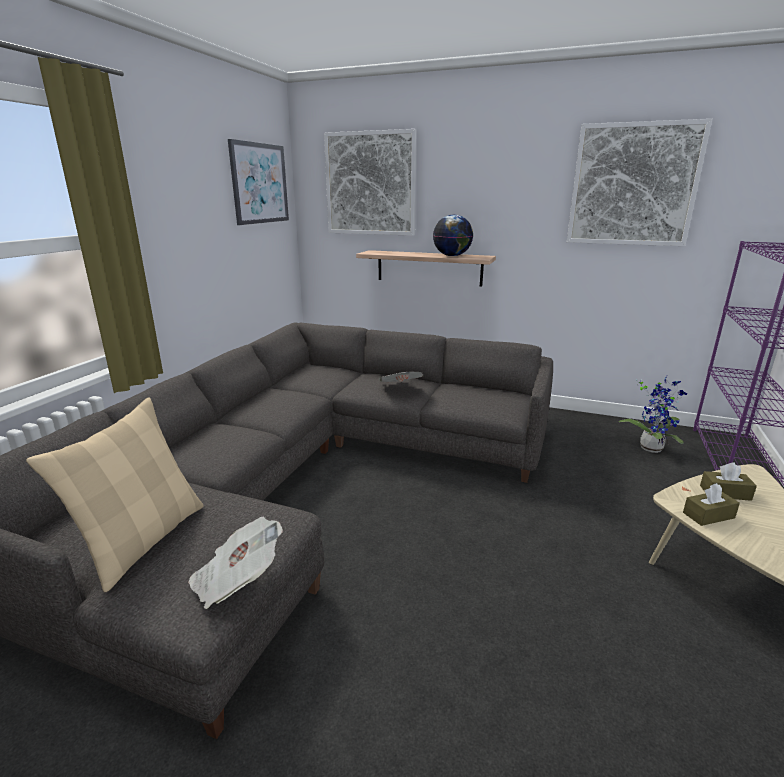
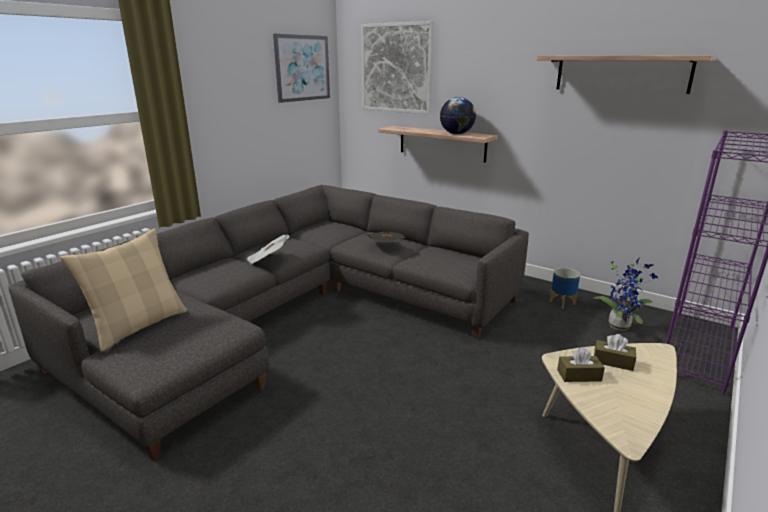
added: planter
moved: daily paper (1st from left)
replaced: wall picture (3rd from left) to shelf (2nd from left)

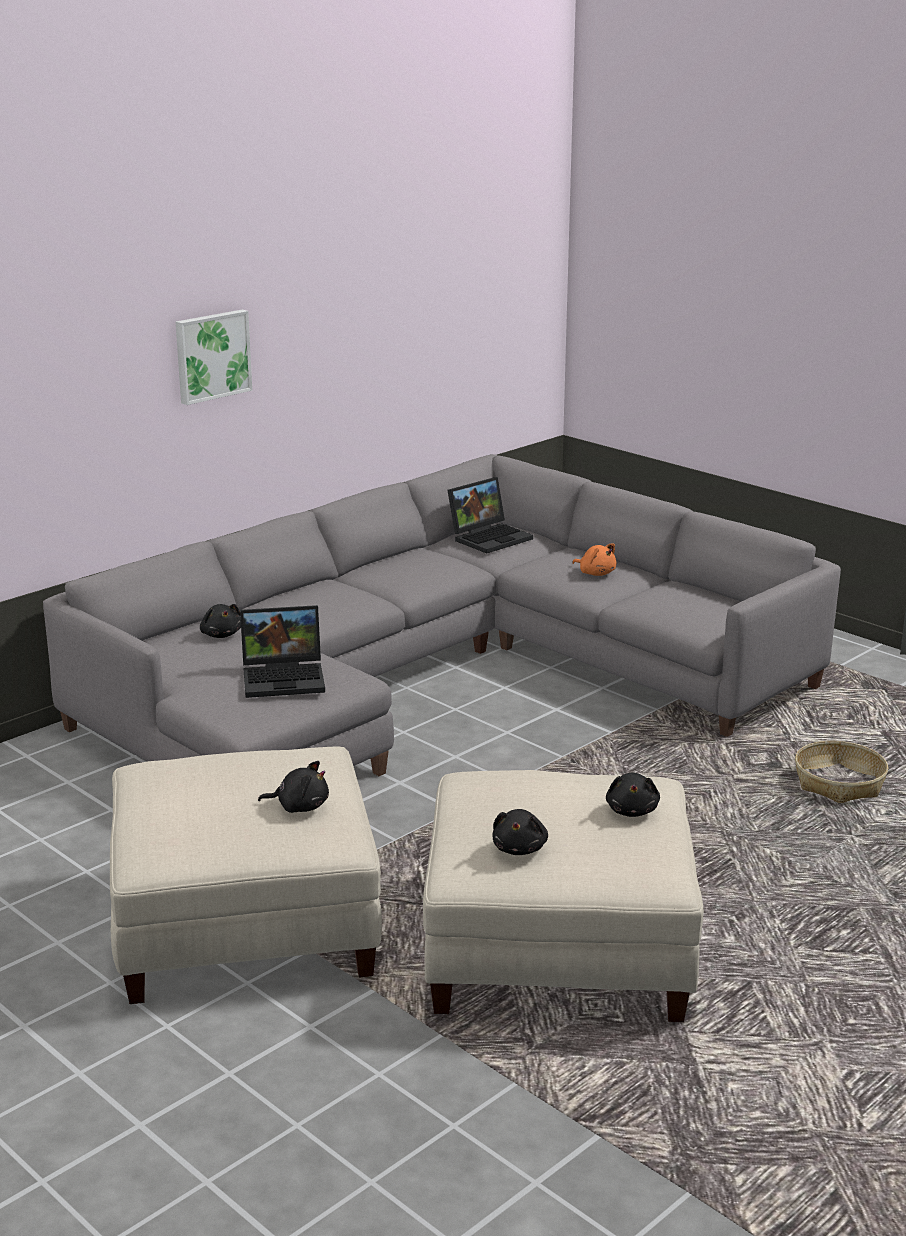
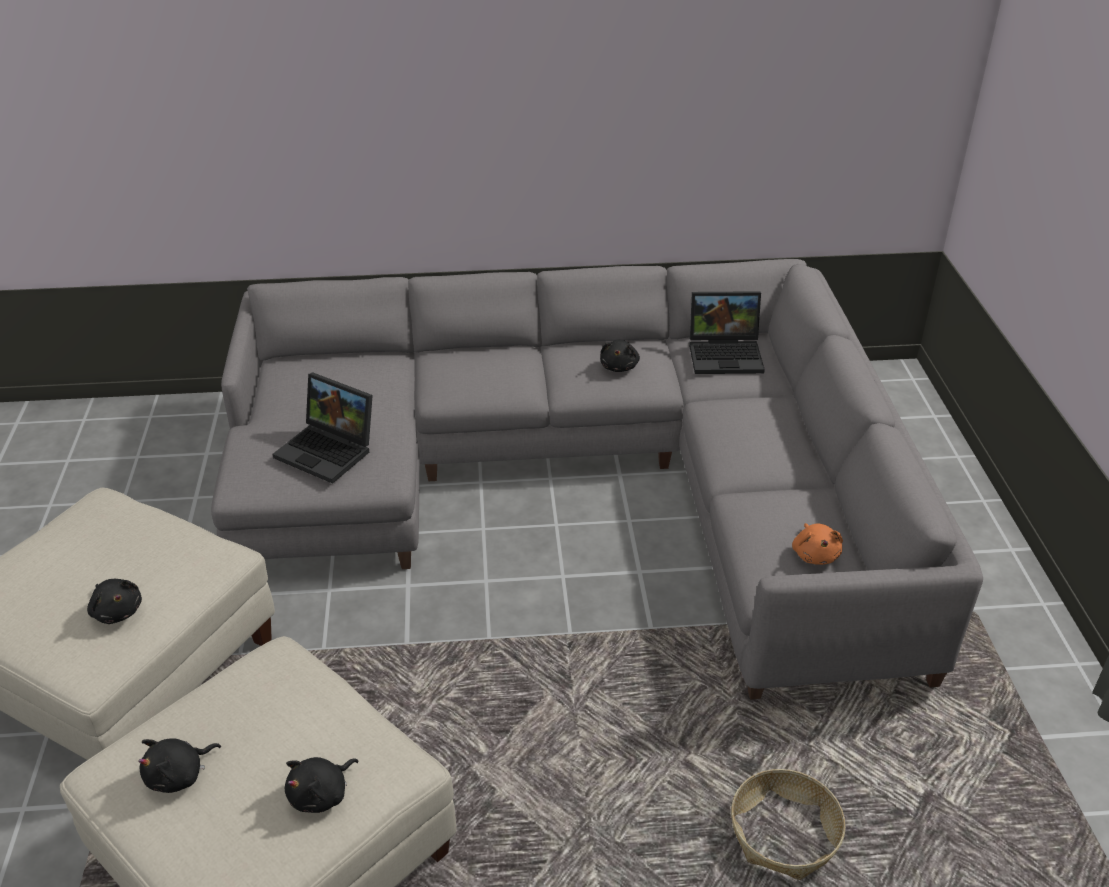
removed: wall picture
moved: soft toy/blackish (1st from left in the first image) to soft toy/blackish (4th from left); soft toy/orange

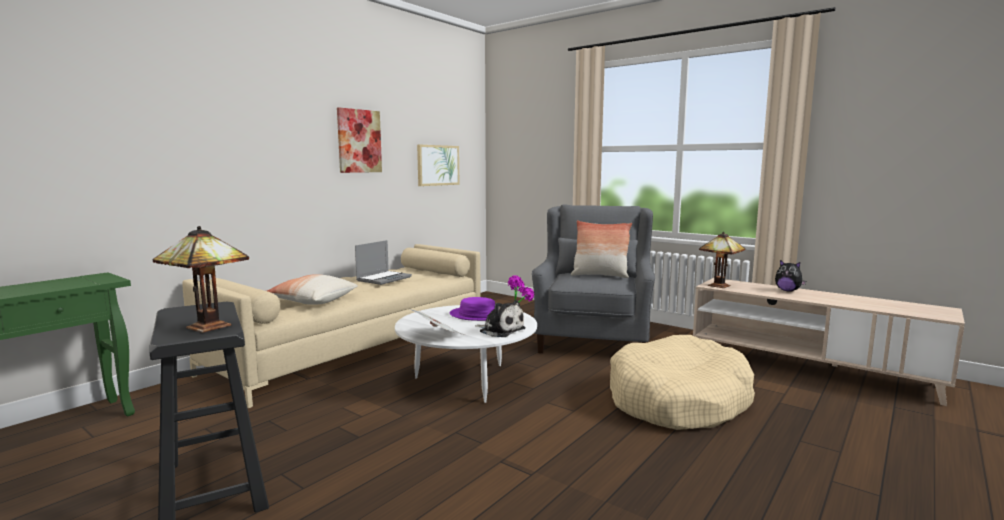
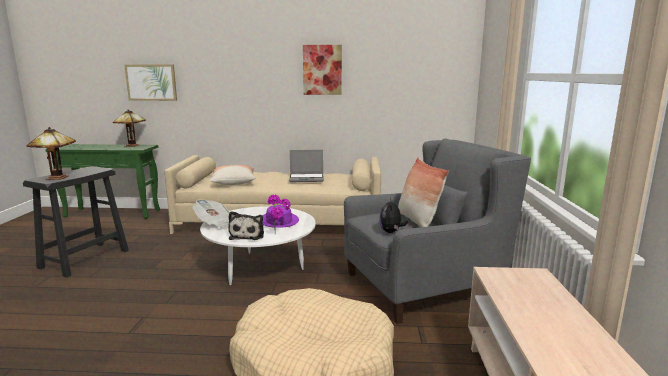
moved: wall picture (2nd from left in the first image) to wall picture (1st from left); lamp for a table (2nd from left); soft toy (2nd from left)

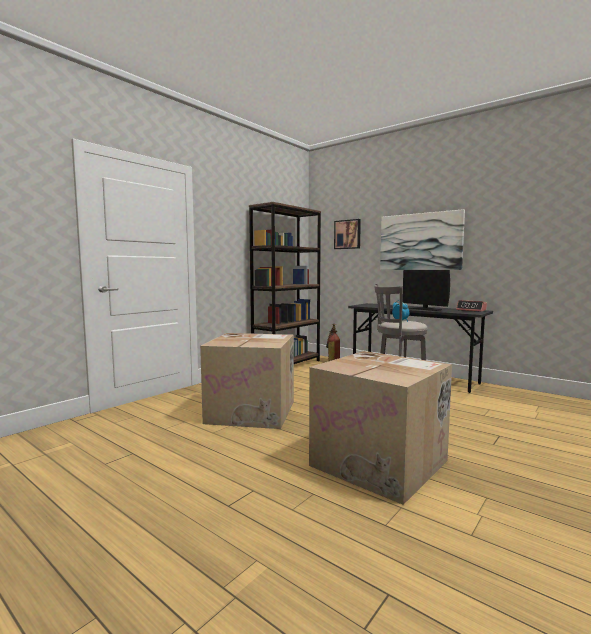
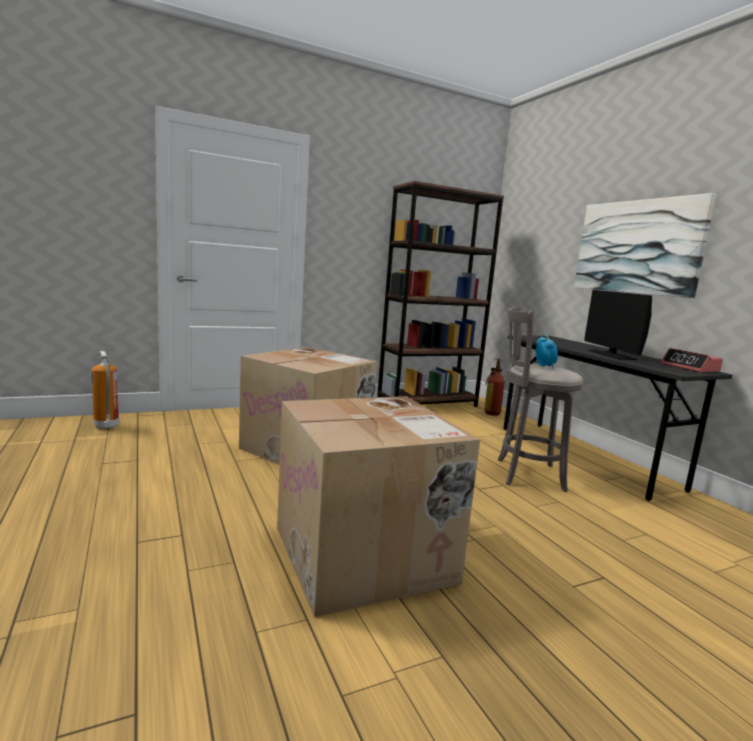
removed: wall picture (1st from left)
added: fire extinguisher (1st from left)

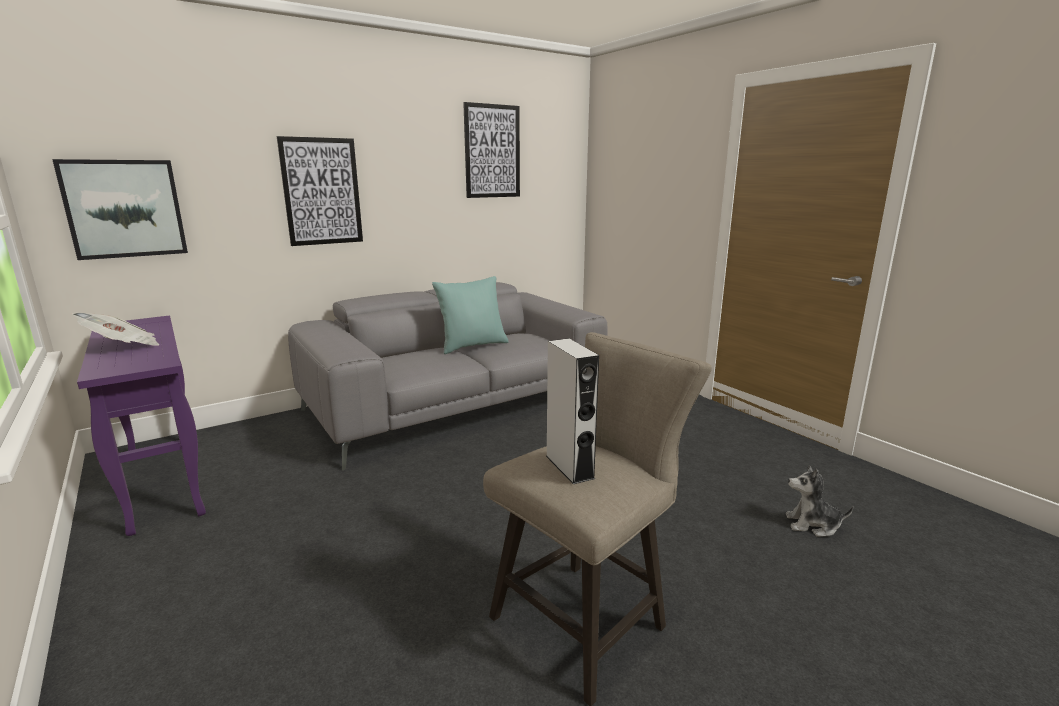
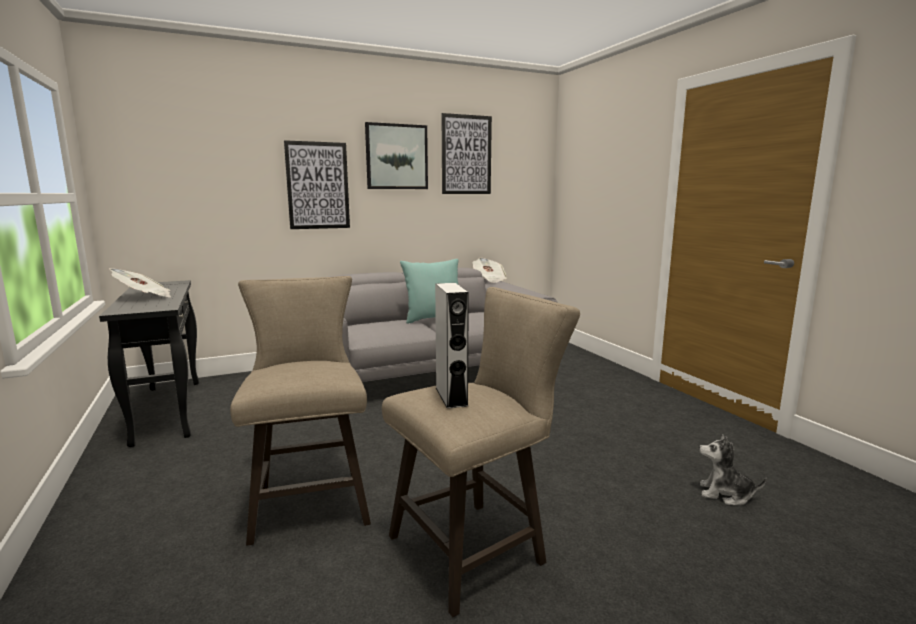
added: sitting stool/sand-coloured (1st from left); daily paper (2nd from left)
moved: wall picture (1st from left in the first image) to wall picture (2nd from left)
recoloured: narrow table/purplish to narrow table/blackish

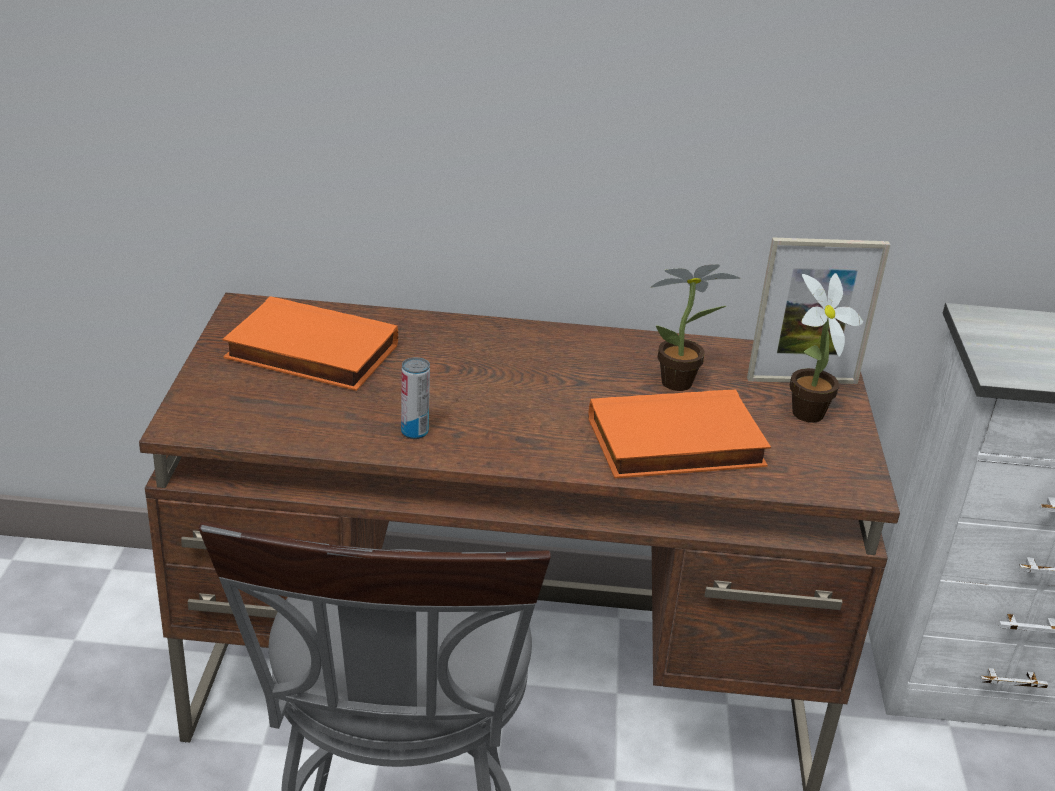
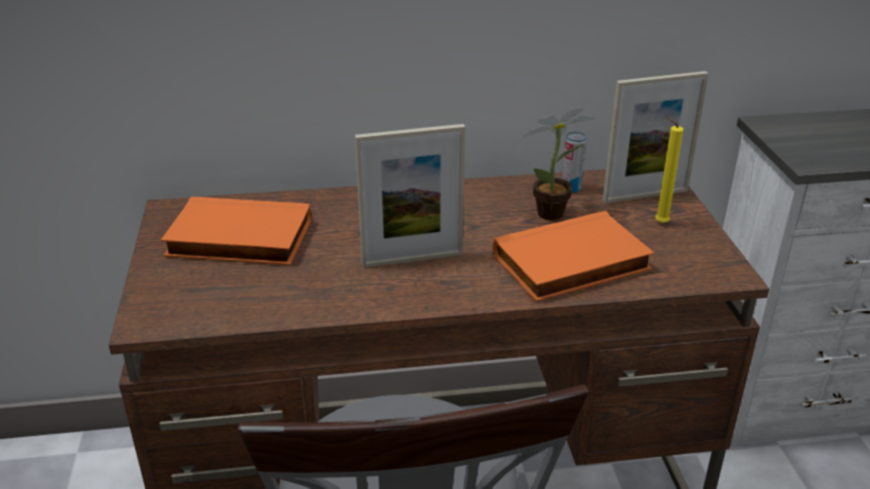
added: photo frame (1st from left)
moved: can
replaced: potted plant (2nd from left) to candle/yellow-coloured

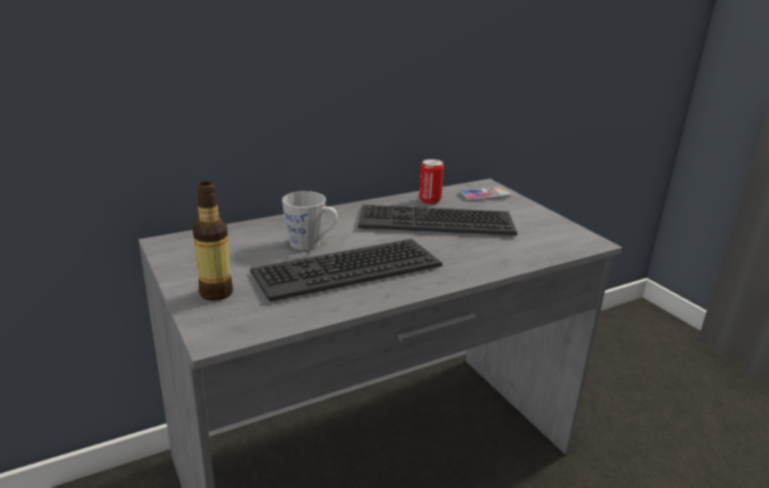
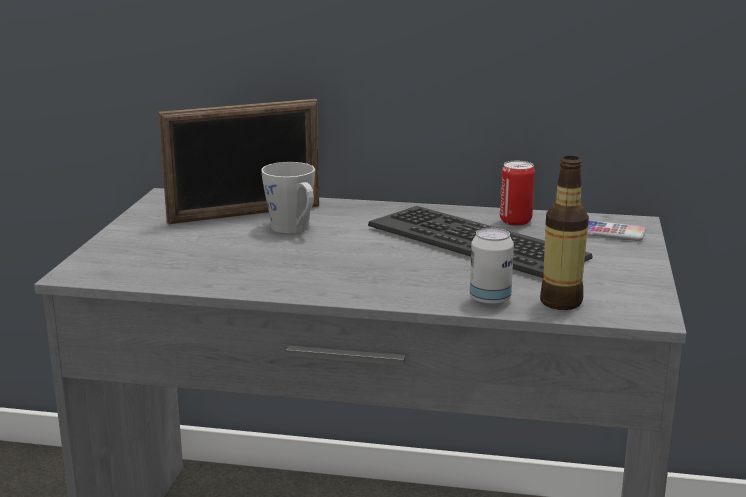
removed: computer keyboard (1st from left)
added: photo frame; can (1st from left)
moved: bottle

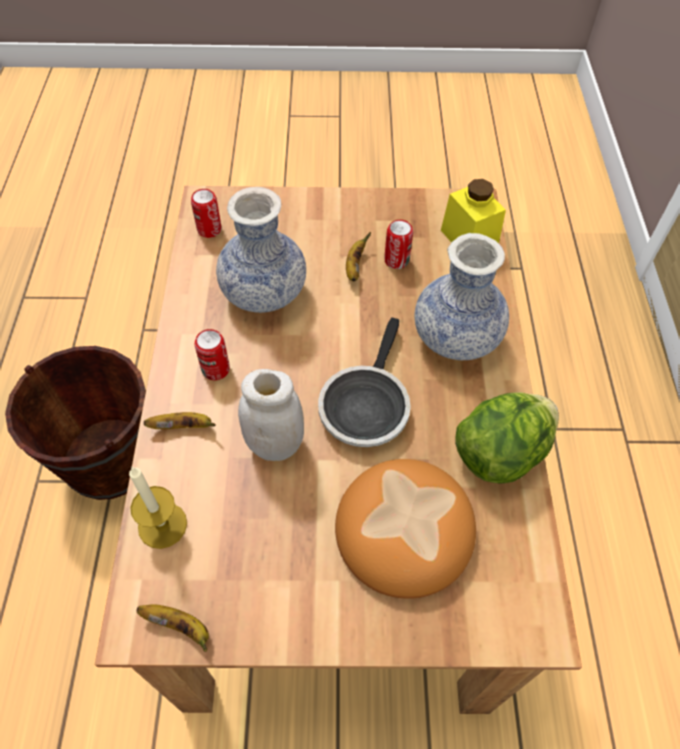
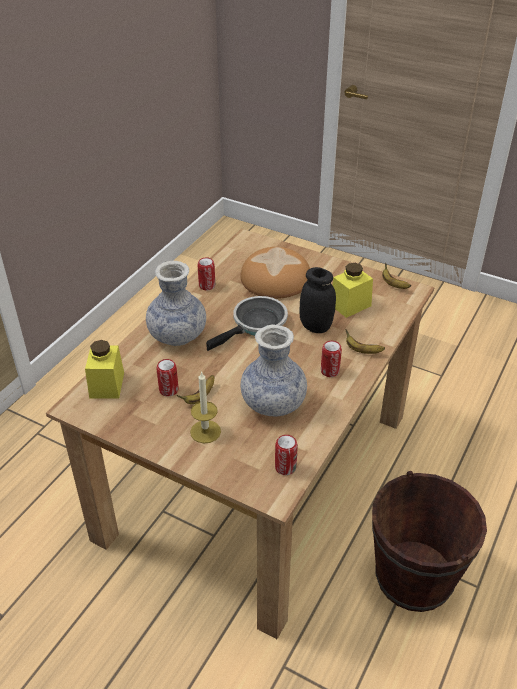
added: preserve jar/yellow-coloured (2nd from left)
moved: candle
replaced: lettuce head to can (2nd from left)
recoloured: preserve jar/white-coloured to preserve jar/blackish

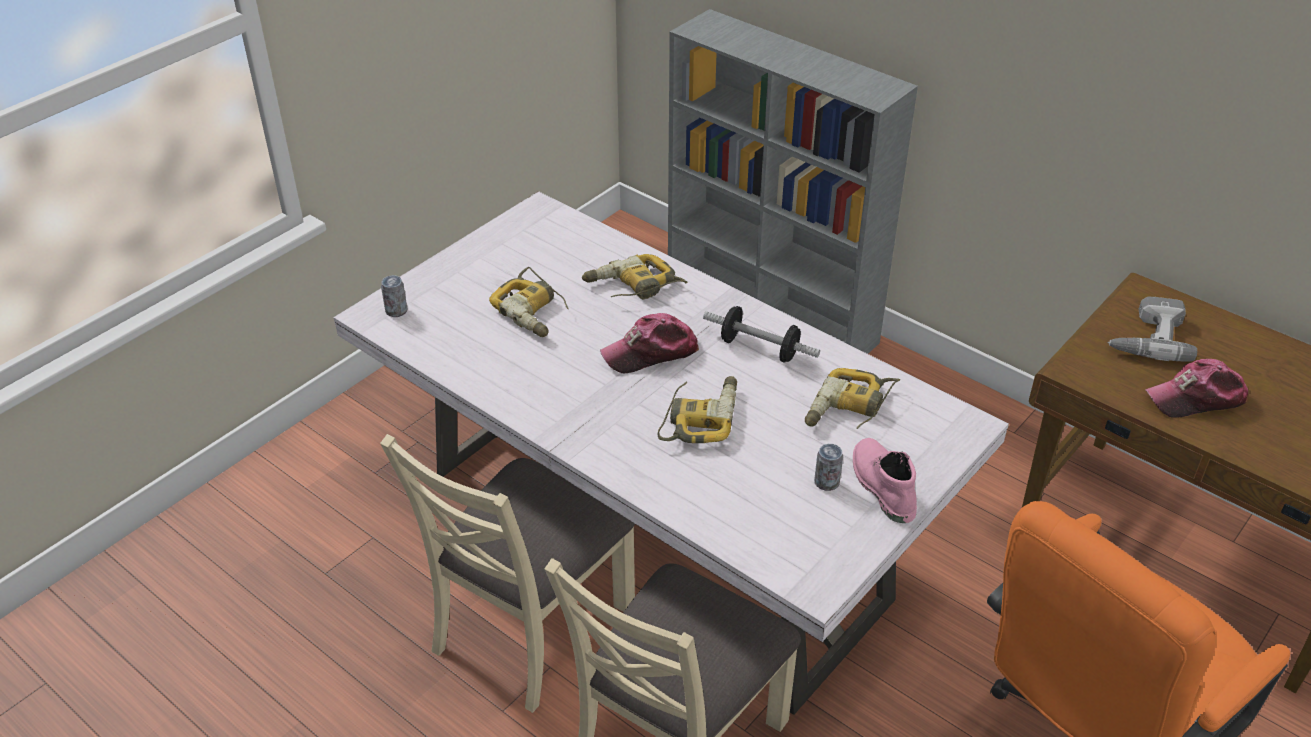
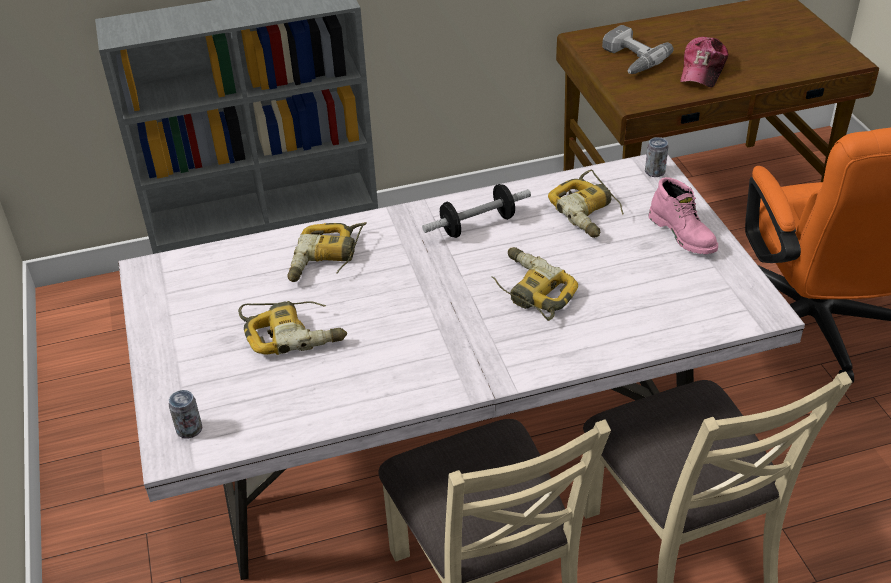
removed: cap (1st from left)
moved: can (2nd from left)
turned: boot/pinkish 135 degrees counterclockwise

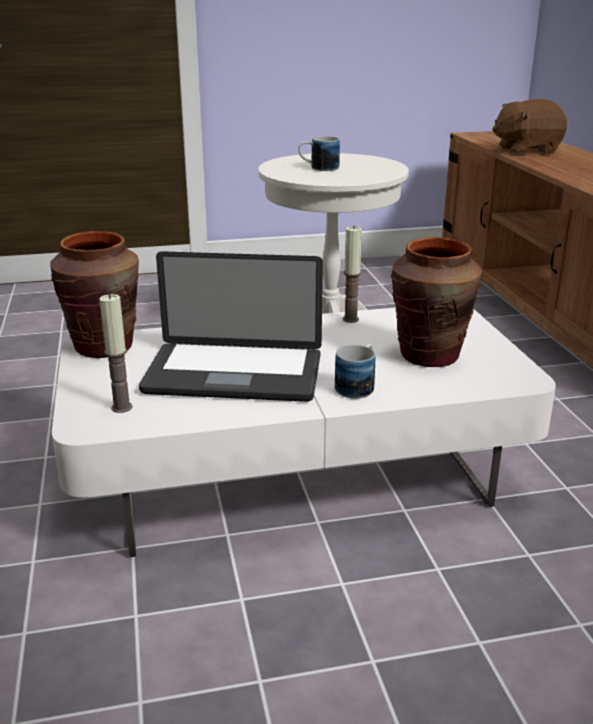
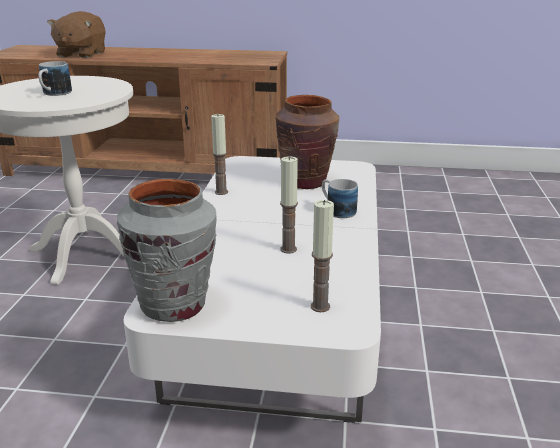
replaced: laptop to candle (2nd from left)
recoloured: vase/brown (1st from left) to vase/gray

